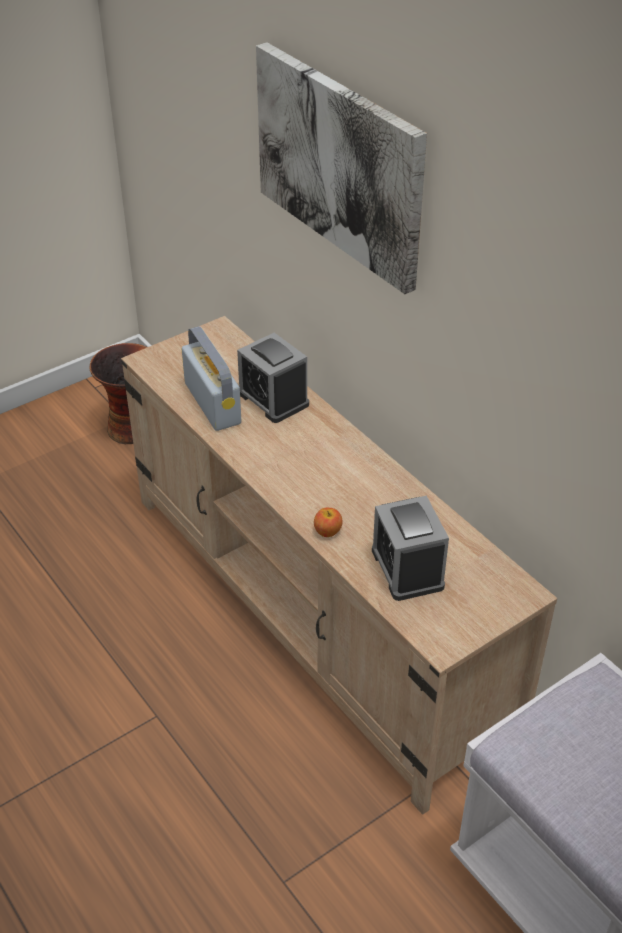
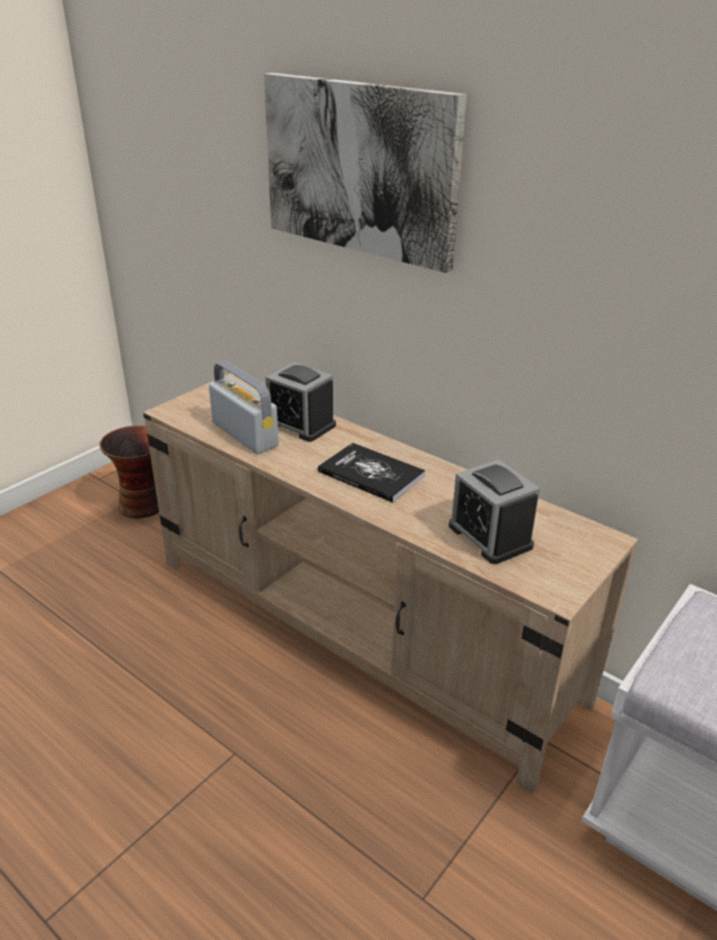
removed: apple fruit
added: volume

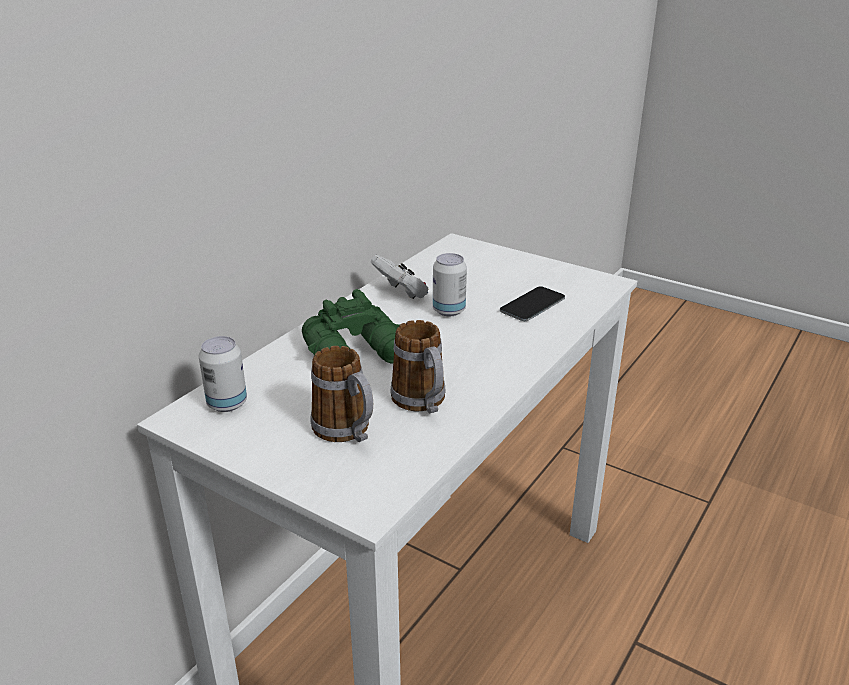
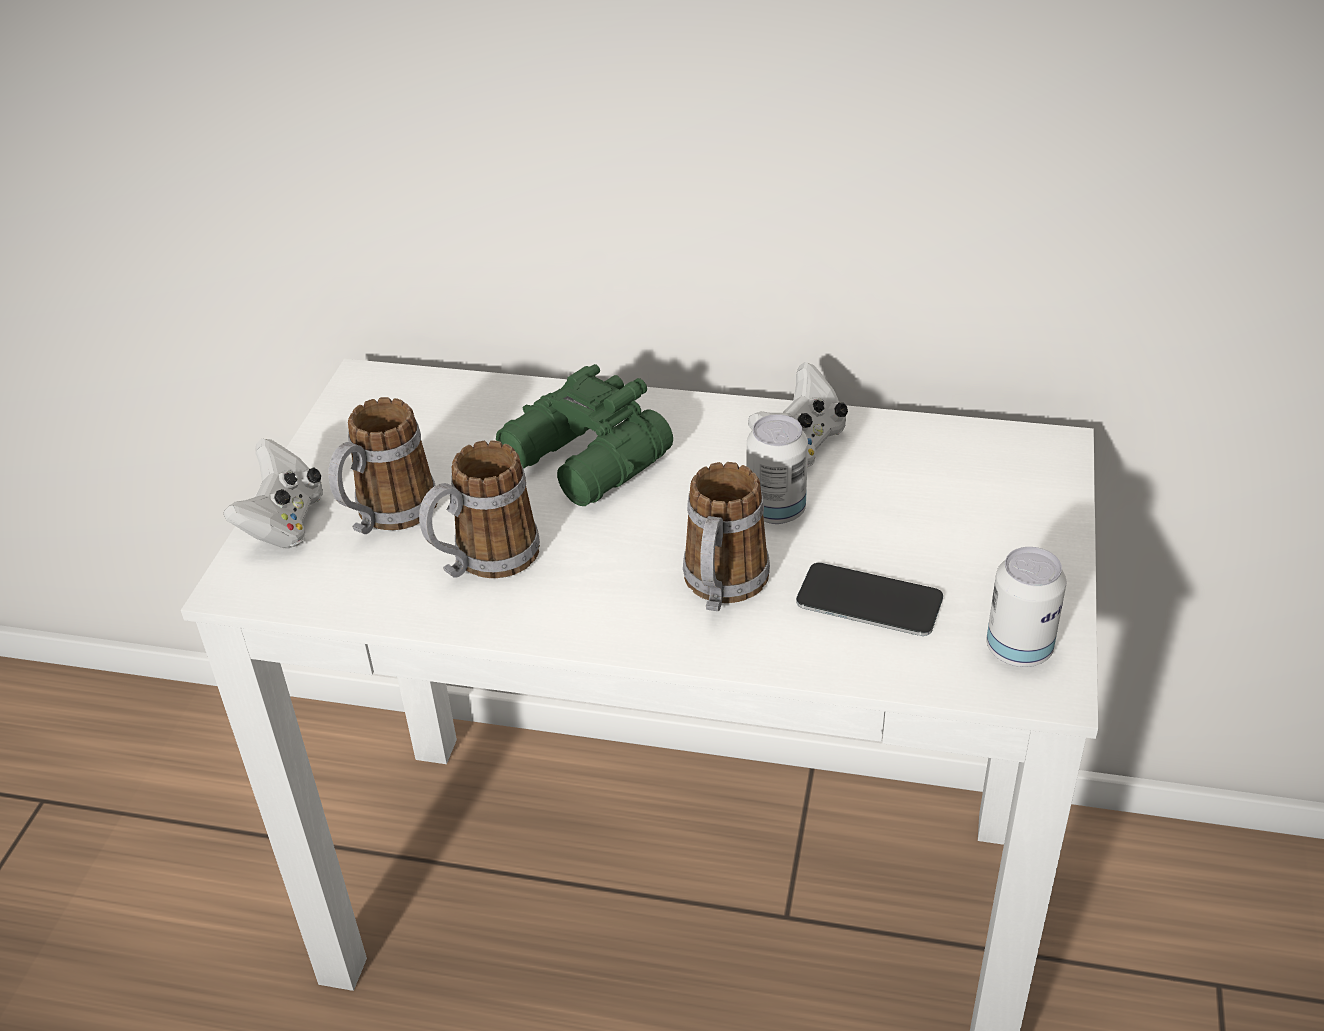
added: gamepad/white-coloured (1st from left); tea mug (3rd from left)
moved: can (1st from left in the first image) to can (2nd from left)

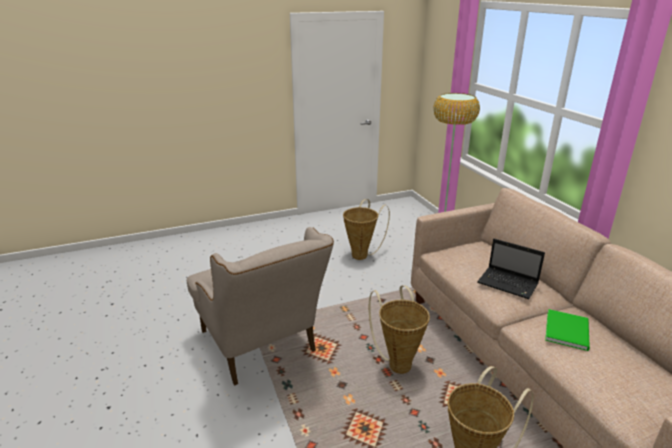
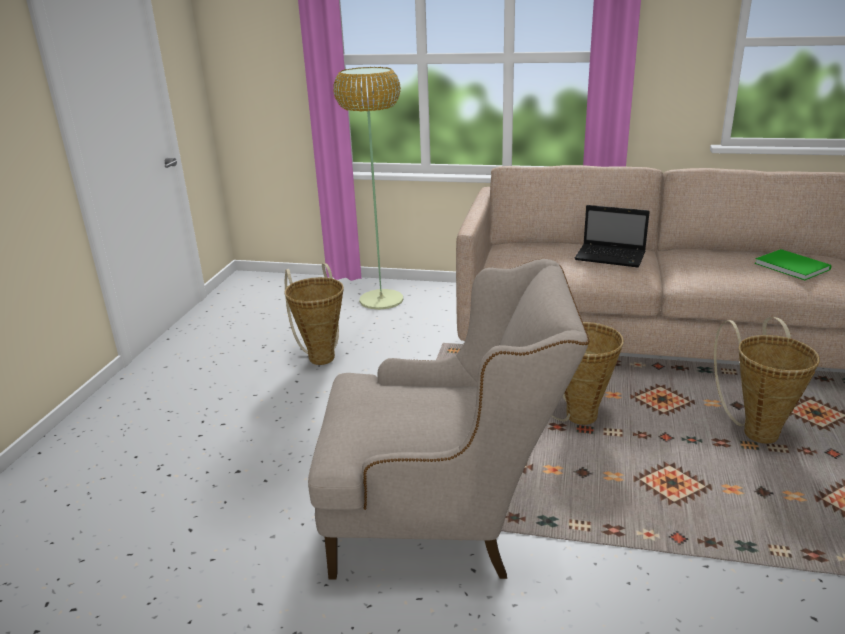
moved: volume/green-coloured
turned: laptop 45 degrees clockwise

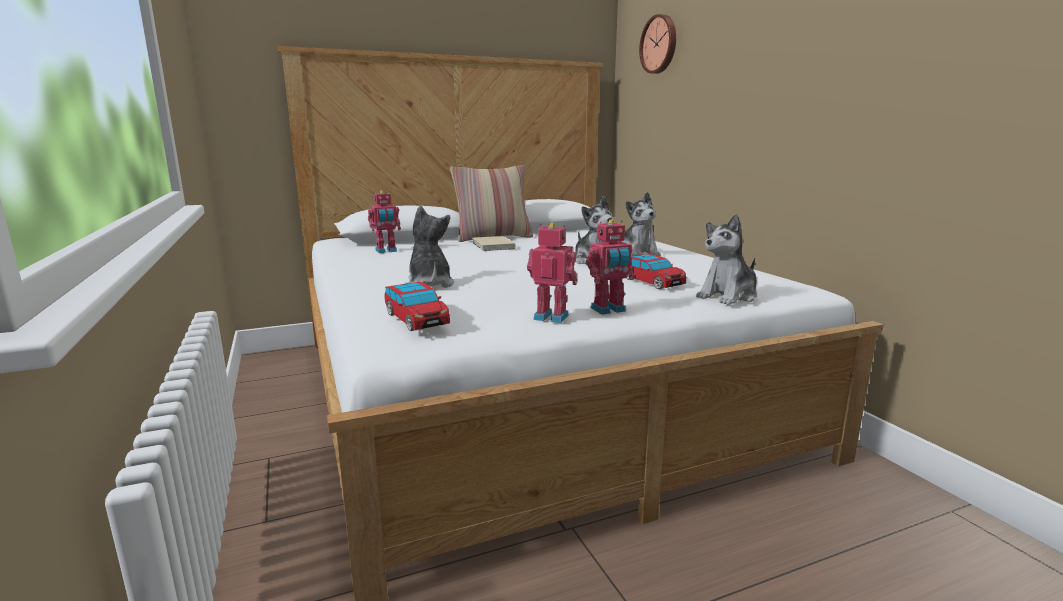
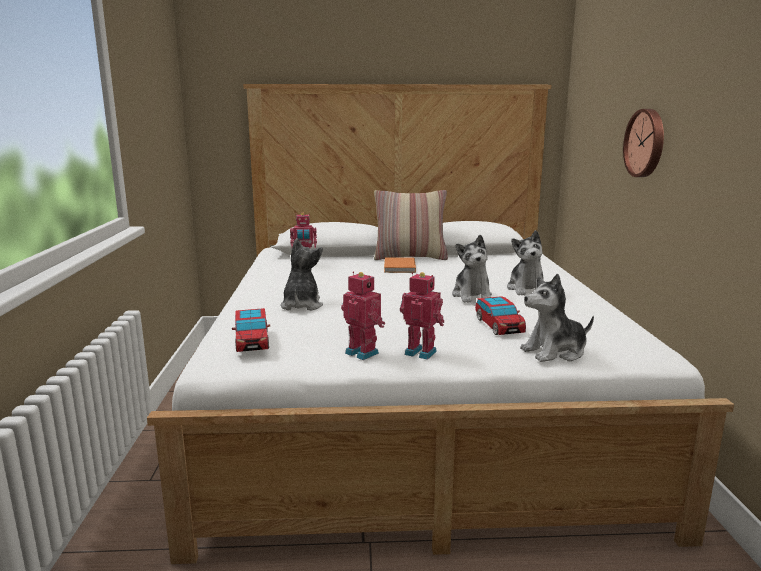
moved: clock on the wall
recoloured: volume/sand-coloured to volume/orange
turned: model robot (3rd from left) 150 degrees counterclockwise

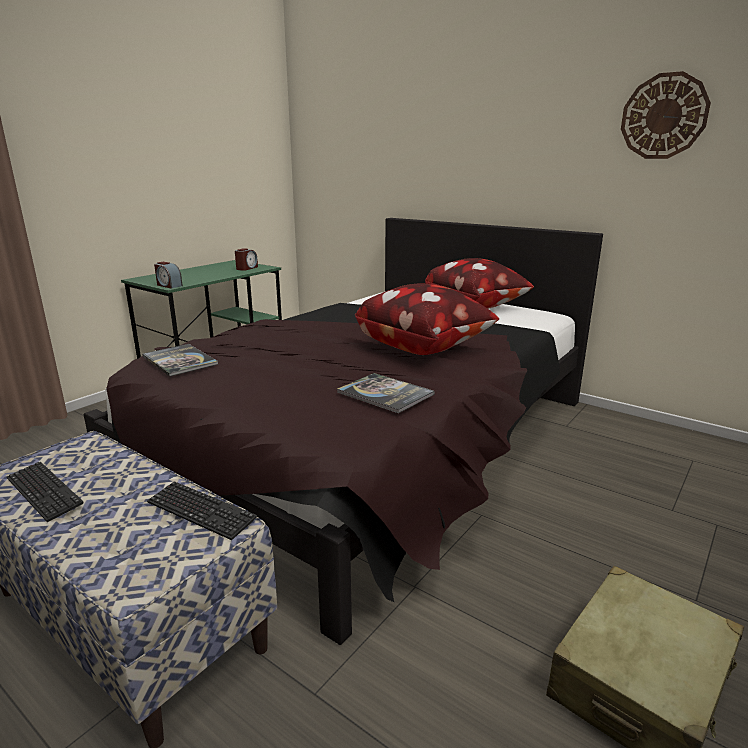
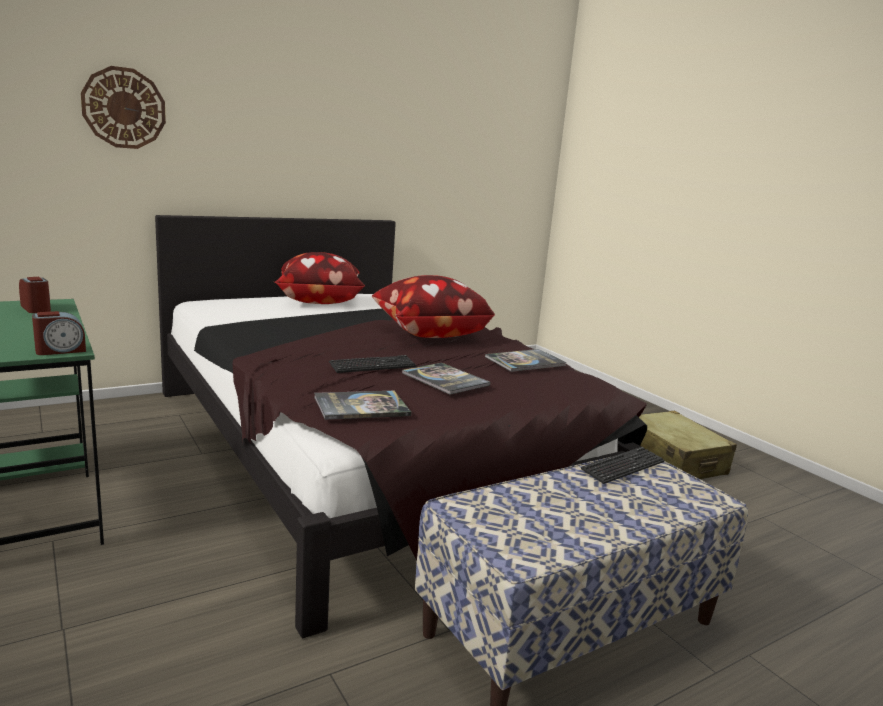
added: volume (2nd from left)
moved: computer keyboard (1st from left); clock on the wall

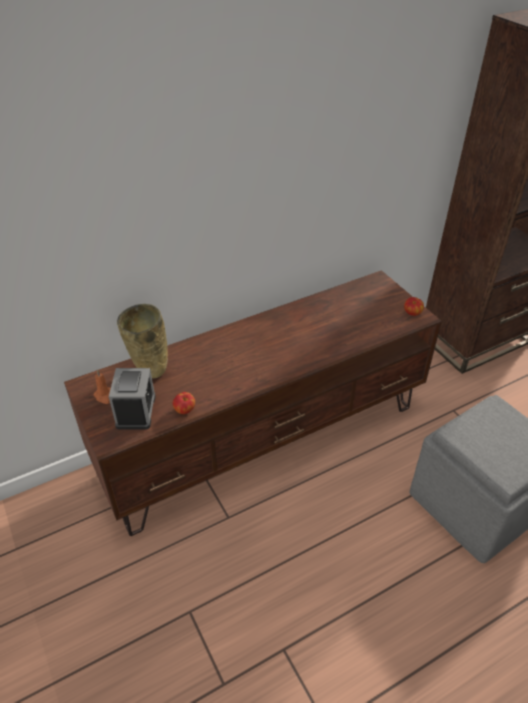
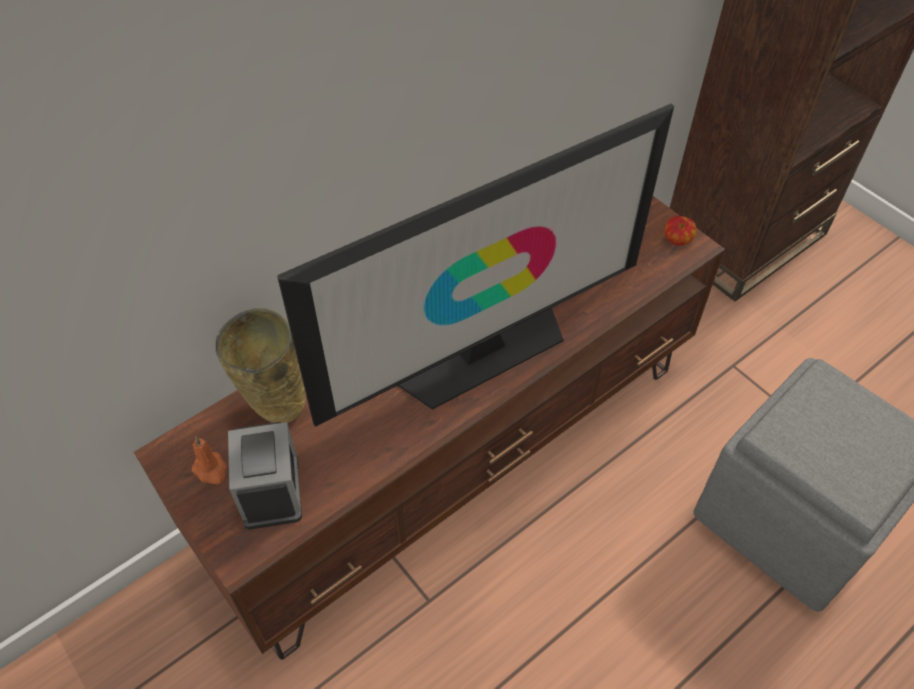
removed: apple fruit (1st from left)
added: TV

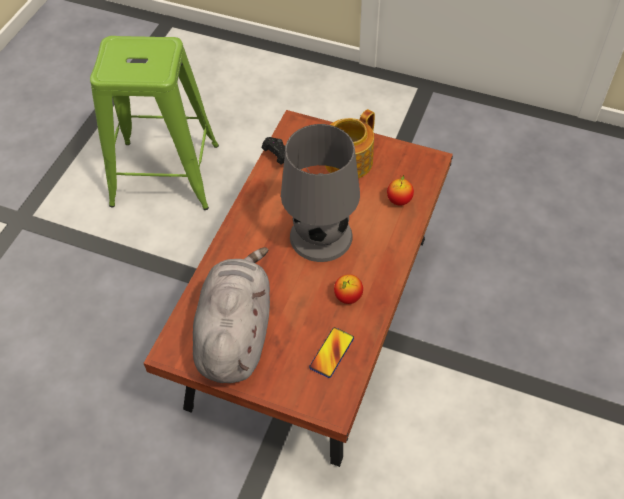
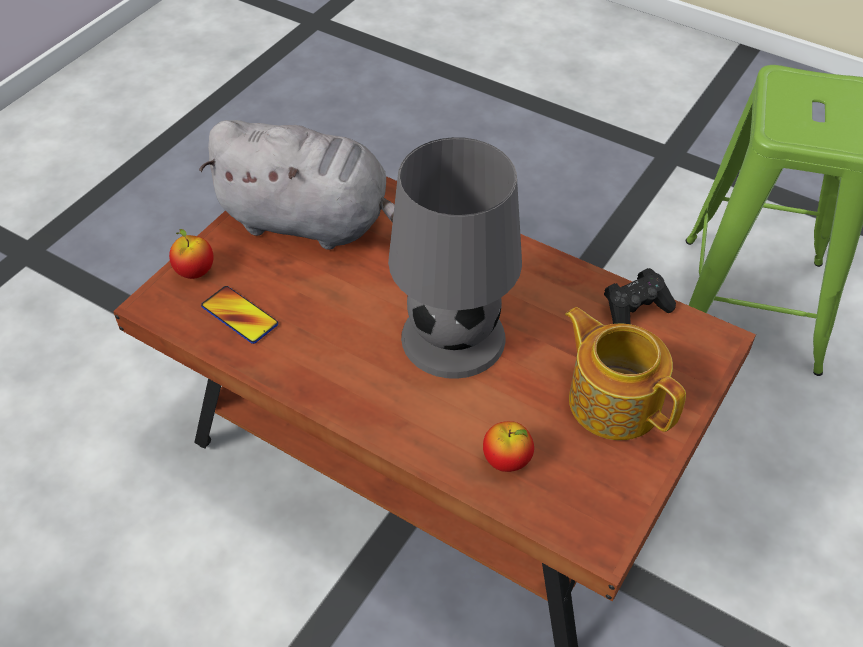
moved: apple fruit (1st from left)

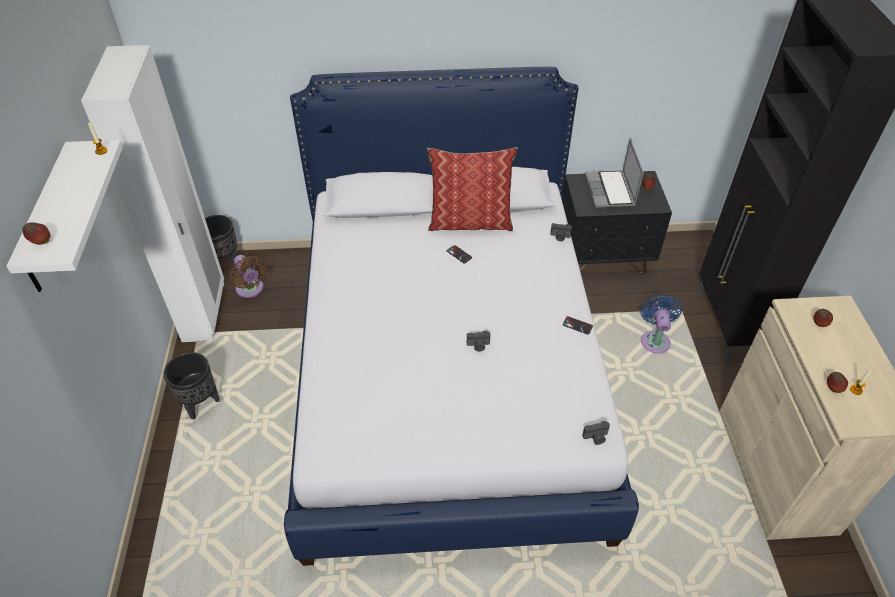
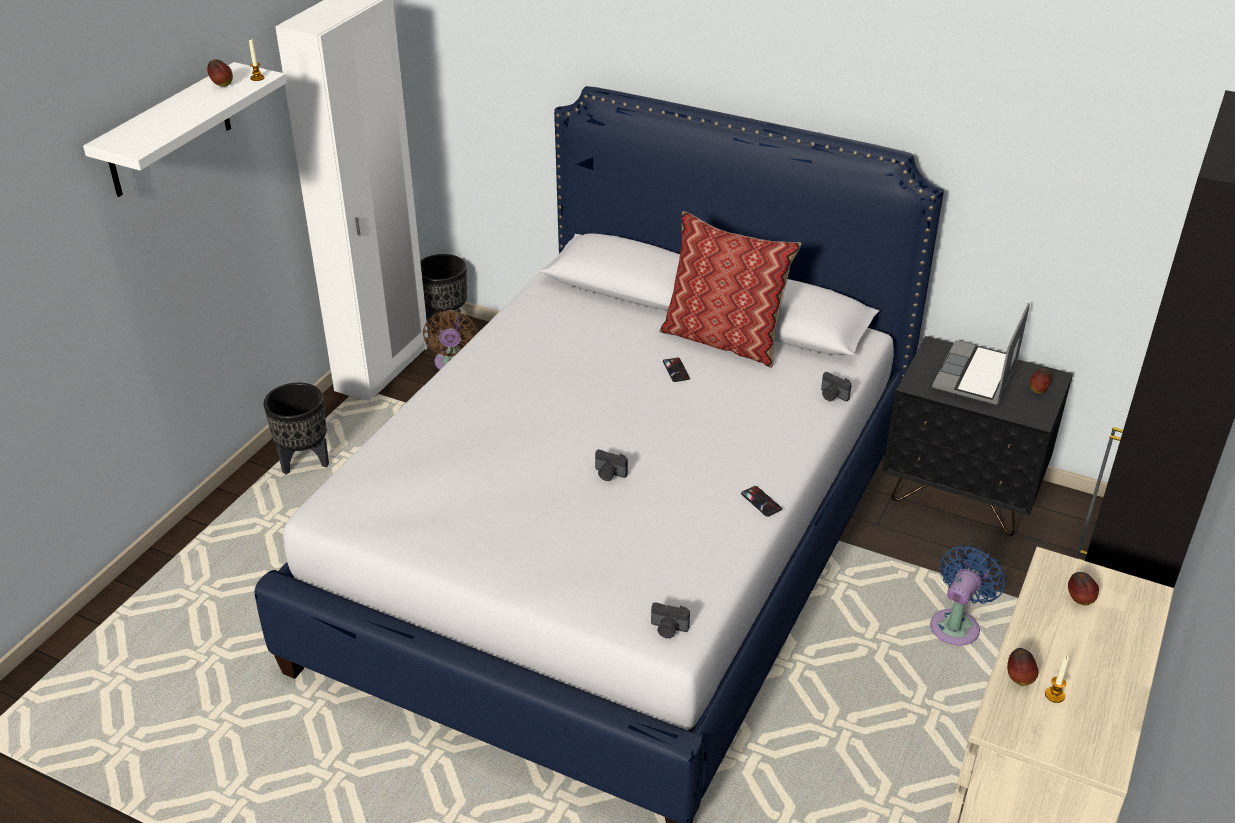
moved: apple fruit (1st from left)

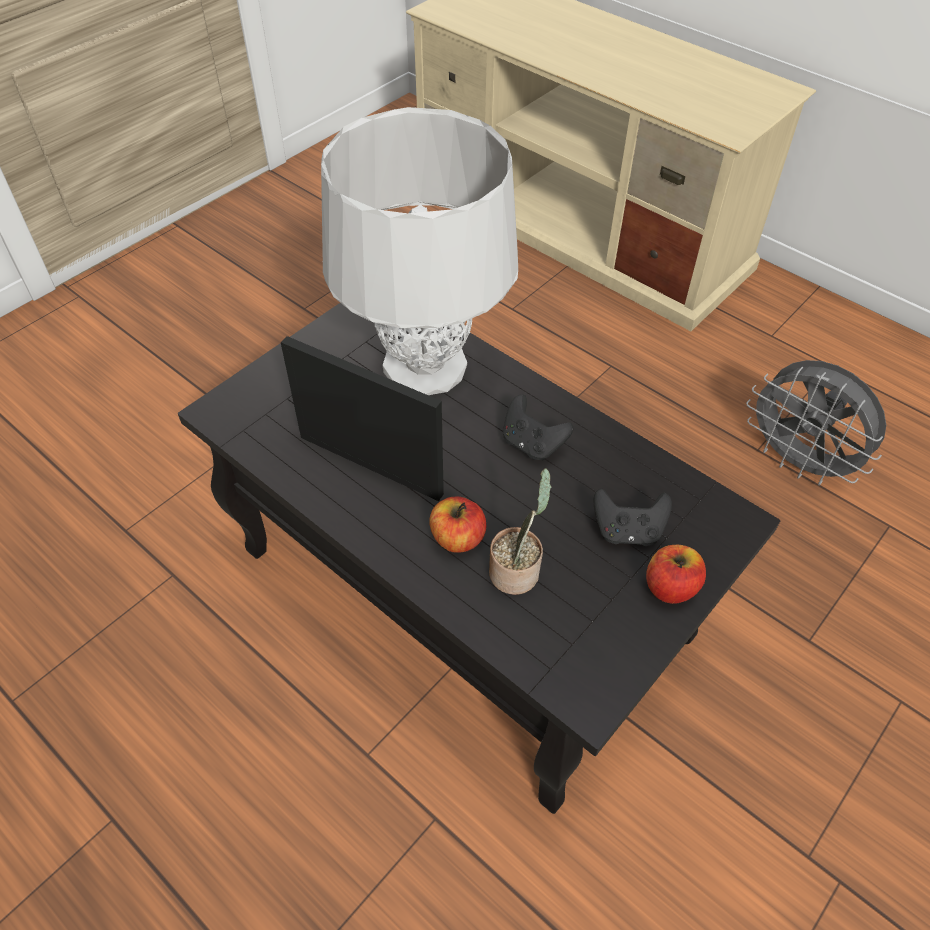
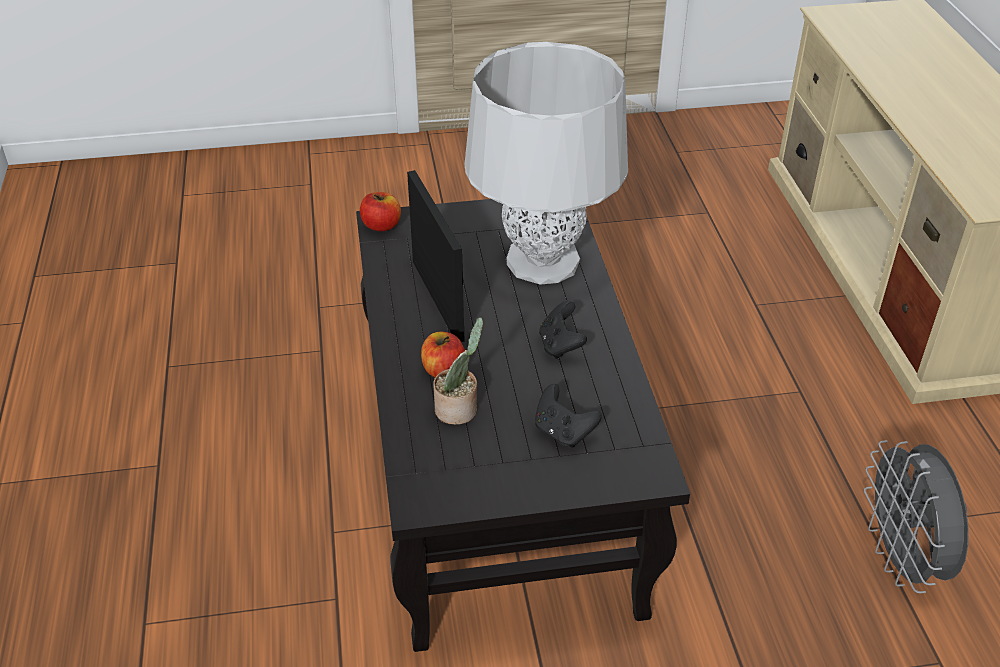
moved: apple fruit (2nd from left in the first image) to apple fruit (1st from left)

